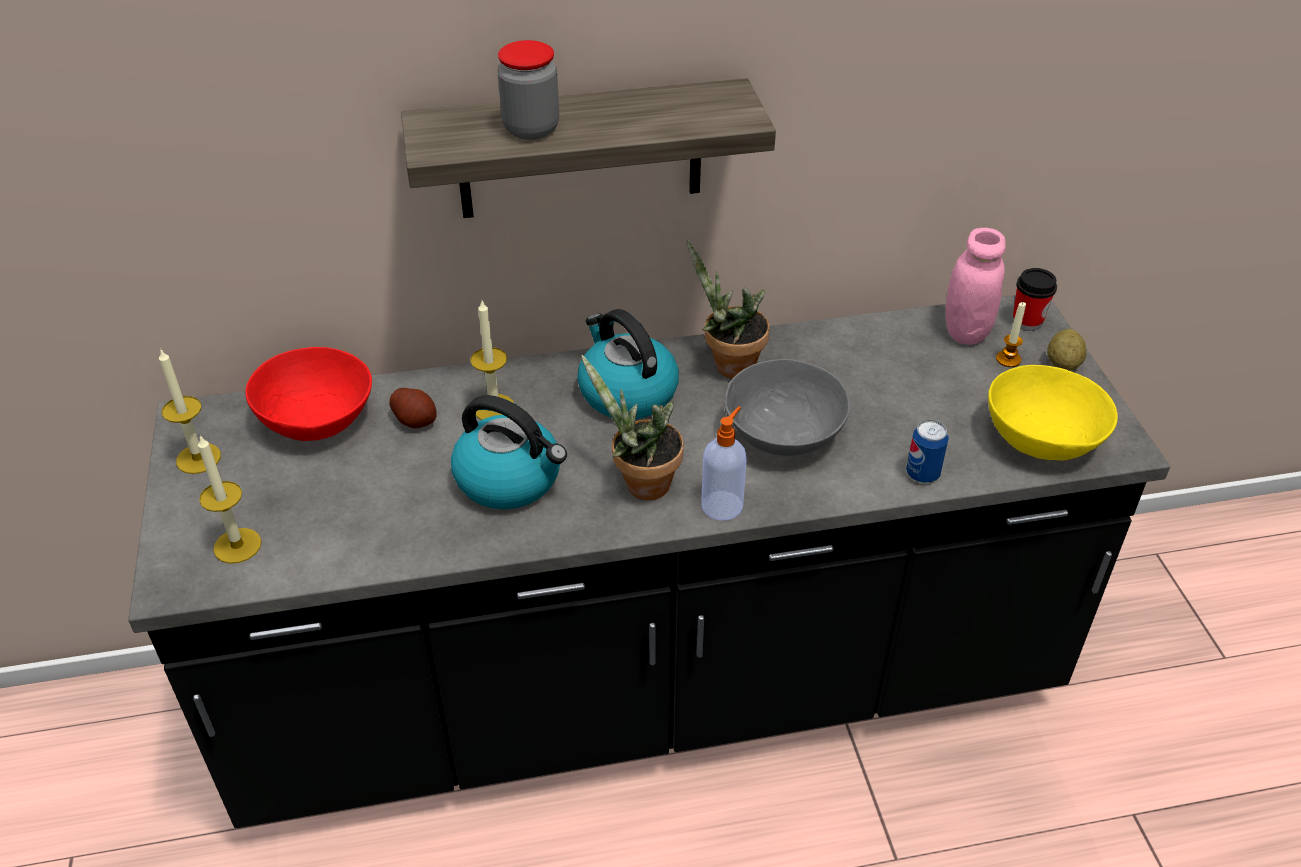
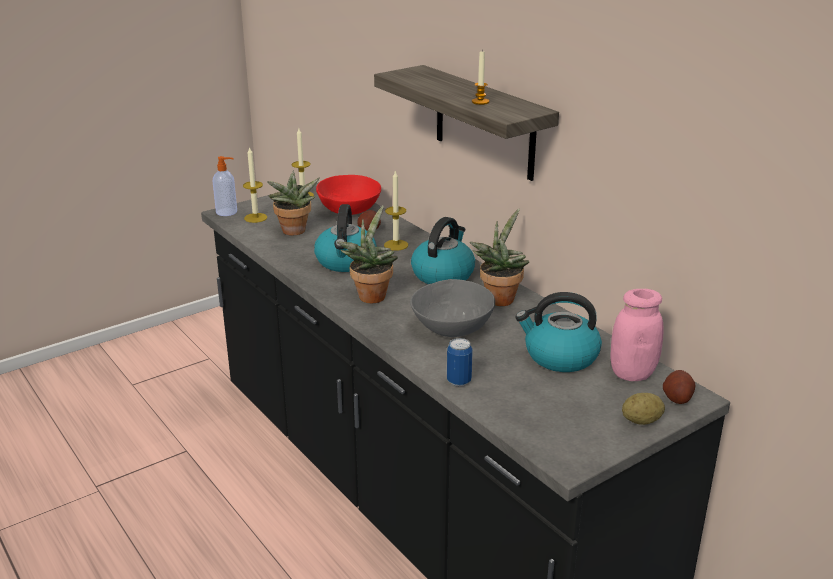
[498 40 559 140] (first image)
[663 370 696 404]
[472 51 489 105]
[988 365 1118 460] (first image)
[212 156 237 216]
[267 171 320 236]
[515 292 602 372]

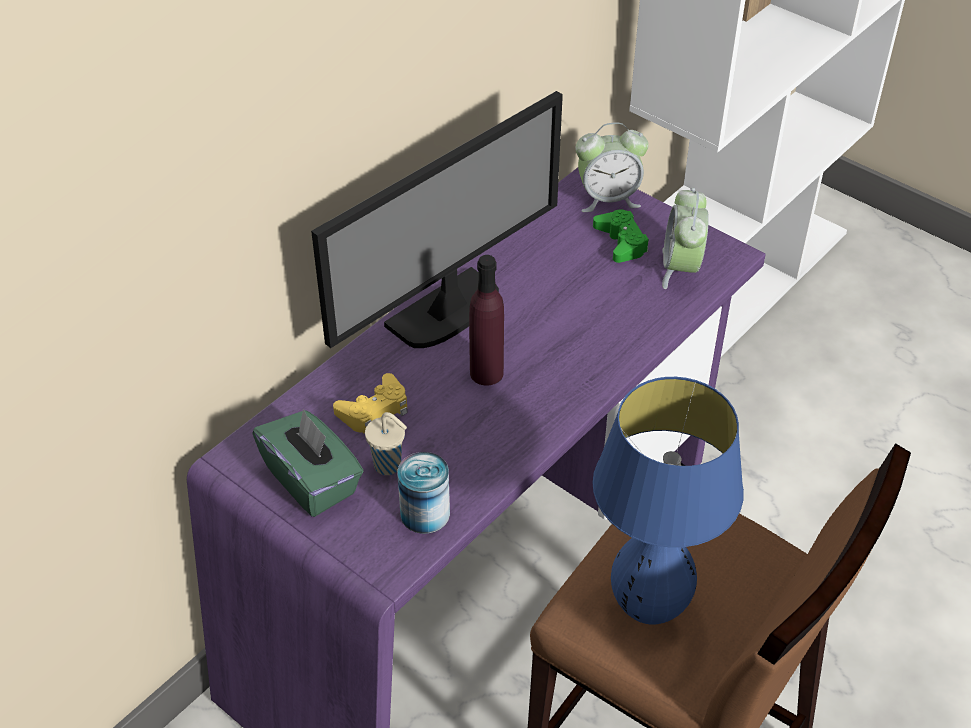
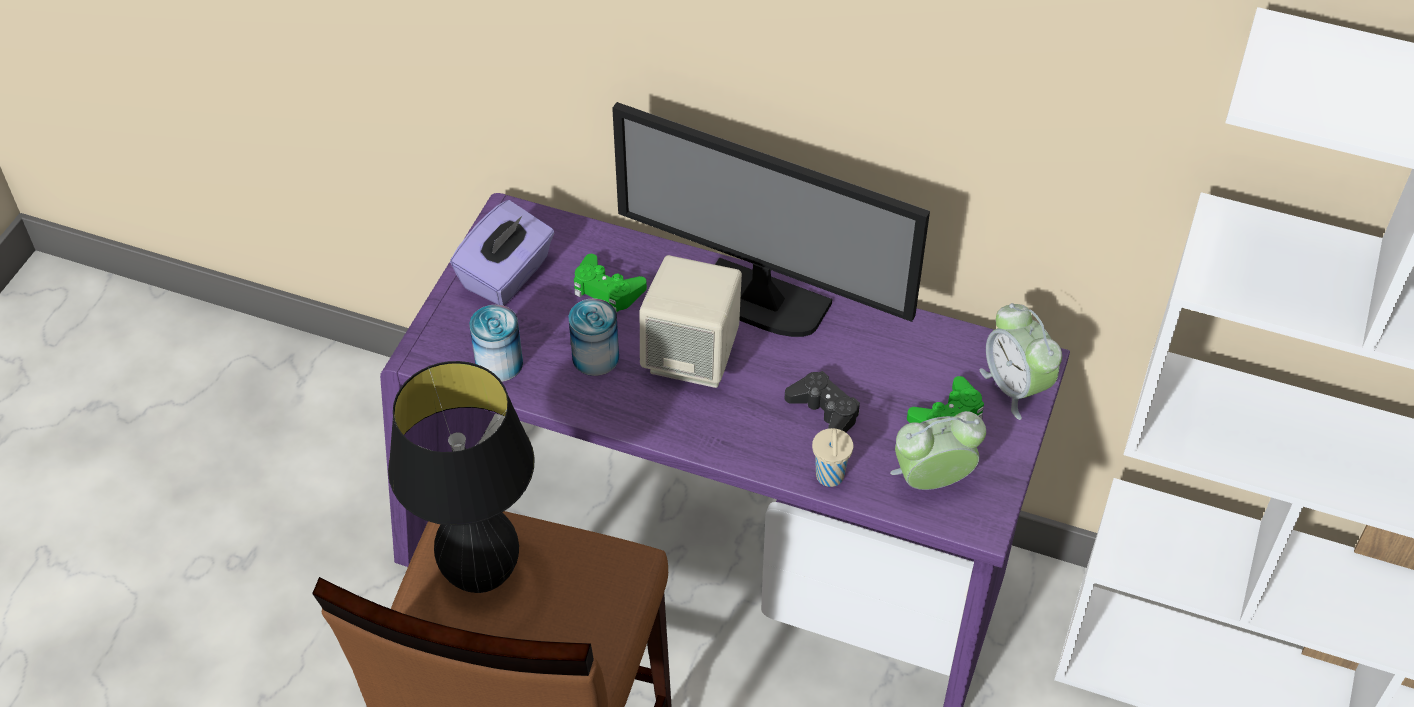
[639 255 742 388]
[574 254 647 313]
[388 361 535 593]
[450 200 554 306]
[812 428 853 487]
[569 298 619 376]
[785 371 860 432]

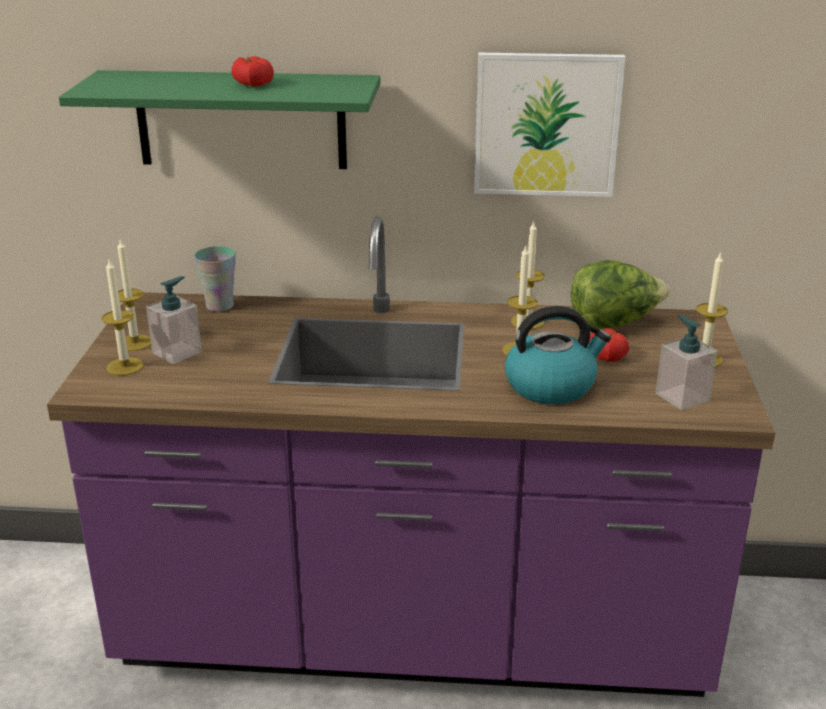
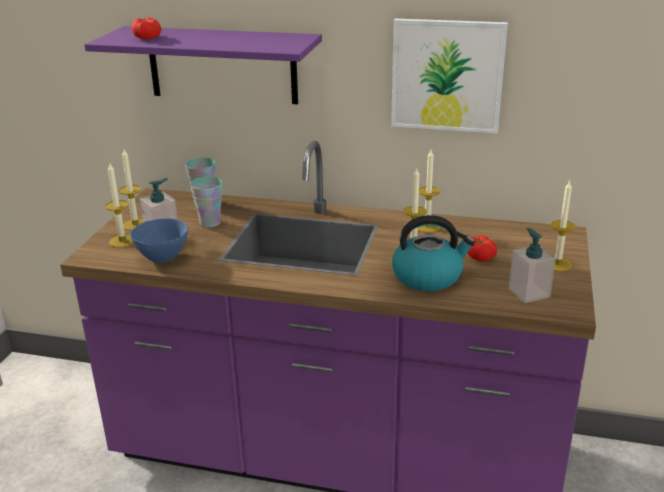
[132 17 161 39]
[84 26 322 104]
[571 260 670 329] (first image)
[190 177 222 228]
[130 218 188 263]

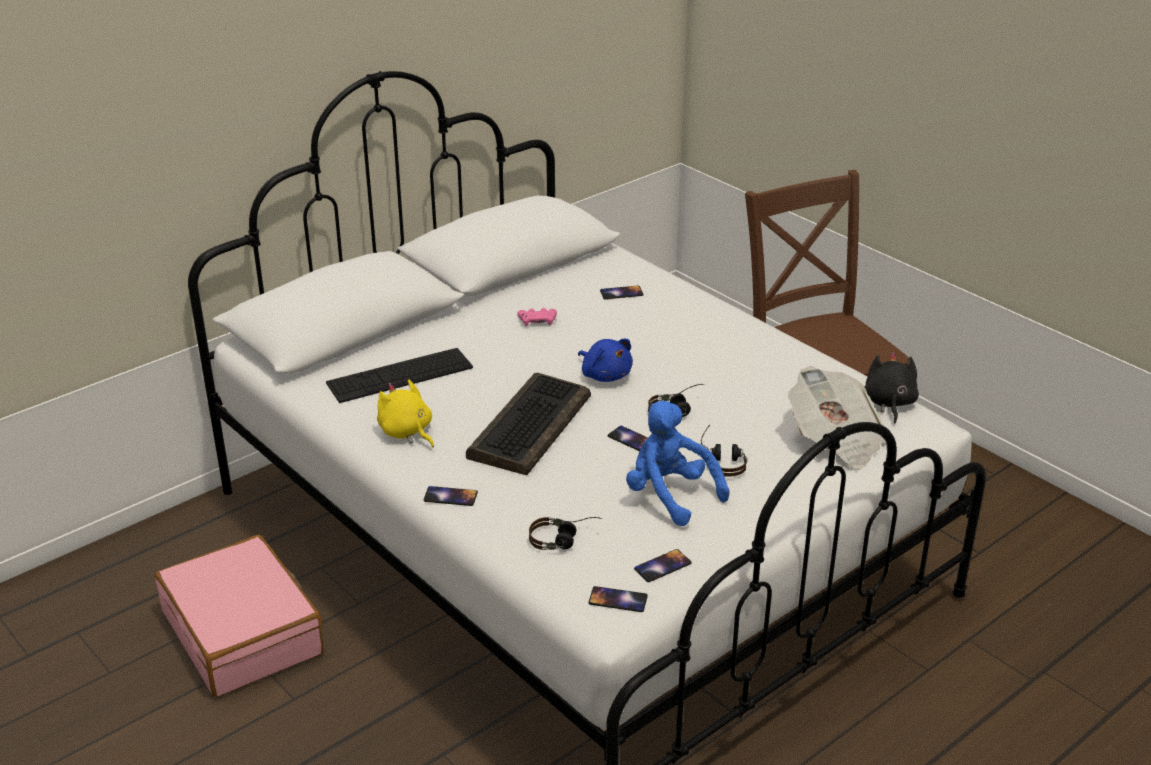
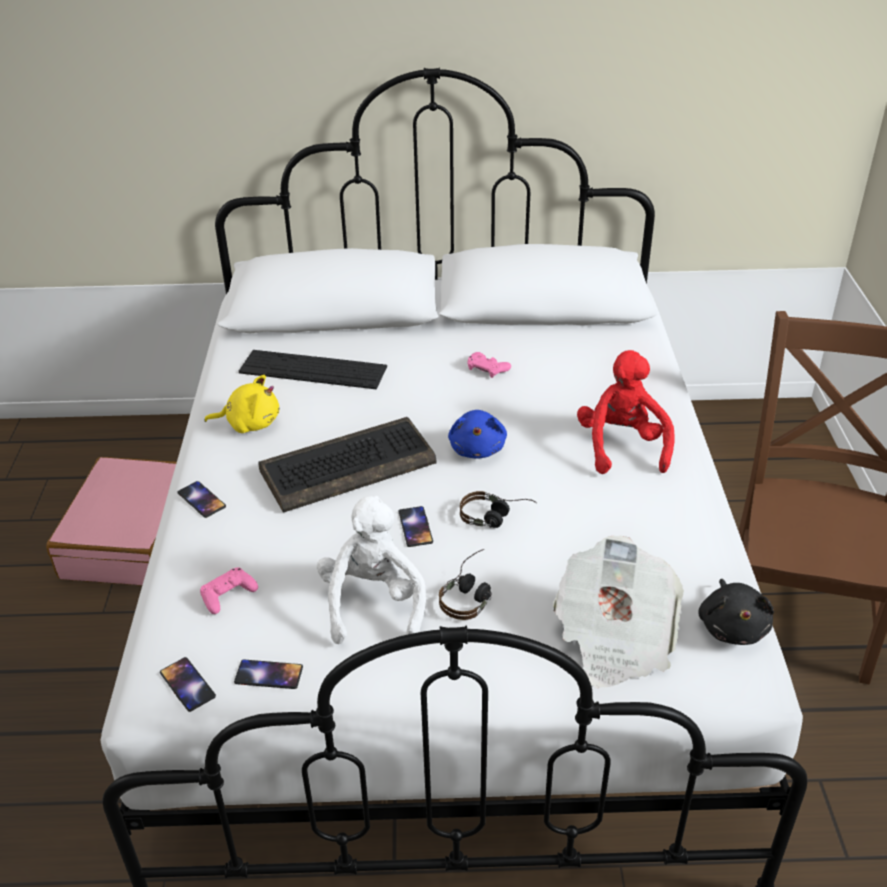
[600 285 644 299] (first image)
[698 579 774 645]
[204 375 279 433]
[317 496 426 644]
[200 567 258 614]
[577 350 675 474]

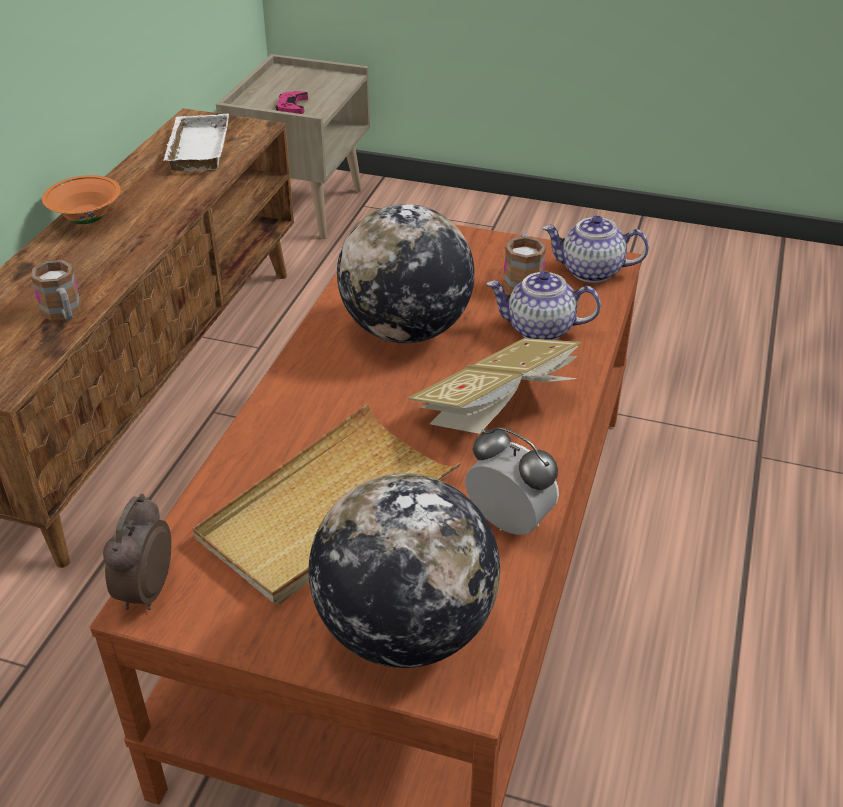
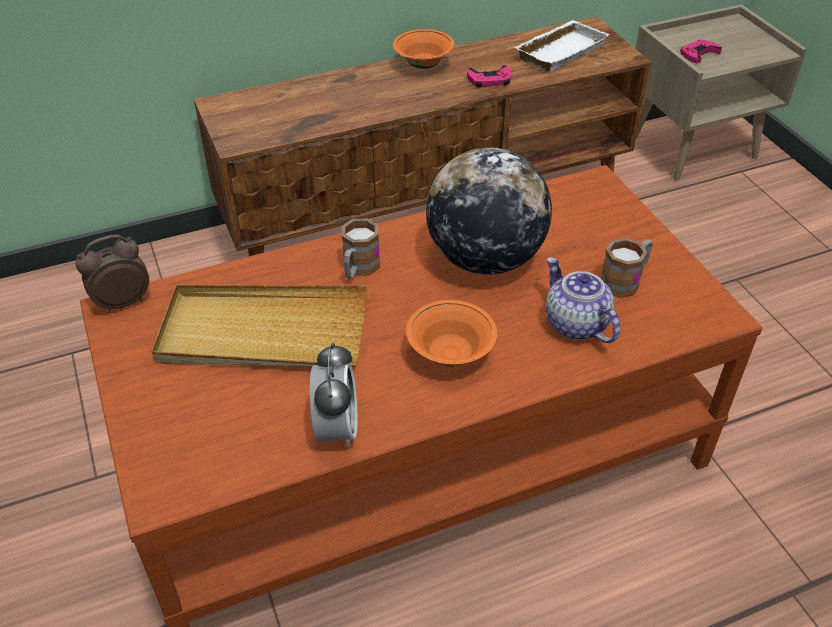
[543 215 649 283] (first image)
[341 218 380 279]
[406 300 497 367]
[309 473 500 668] (first image)
[467 65 511 88]

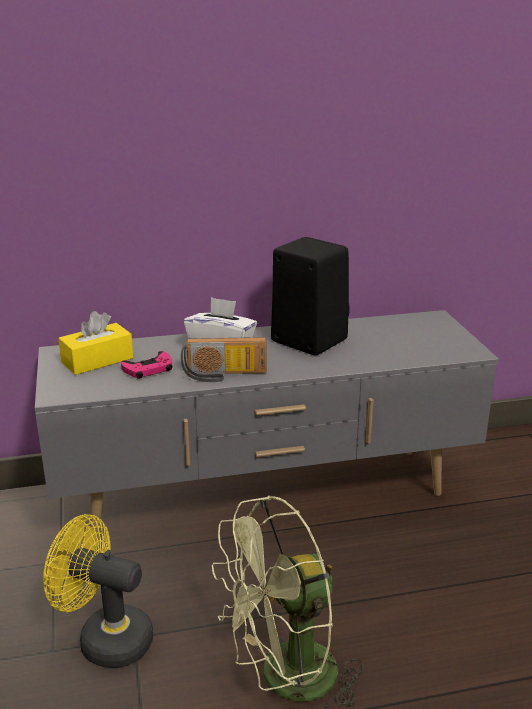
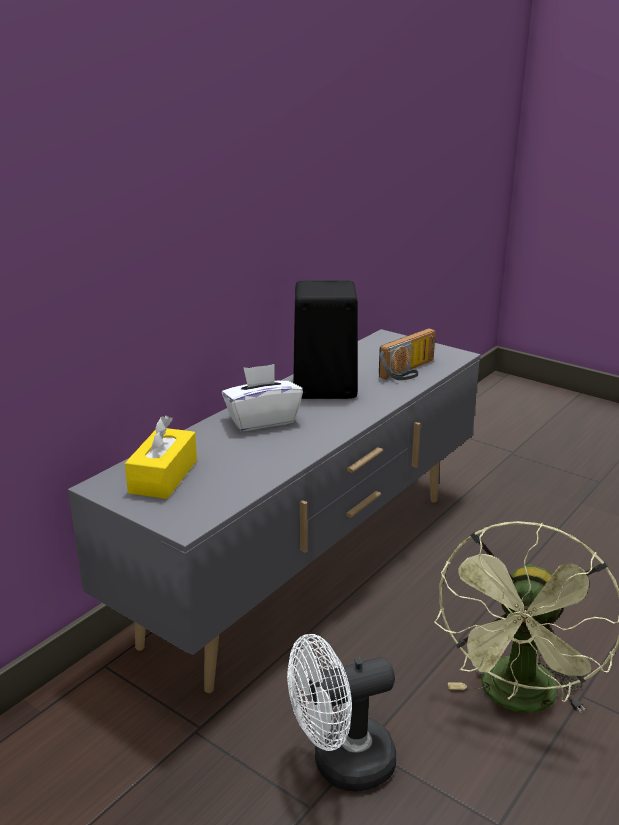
[379 328 436 380]
[121 351 172 379] (first image)
[287 634 396 792]

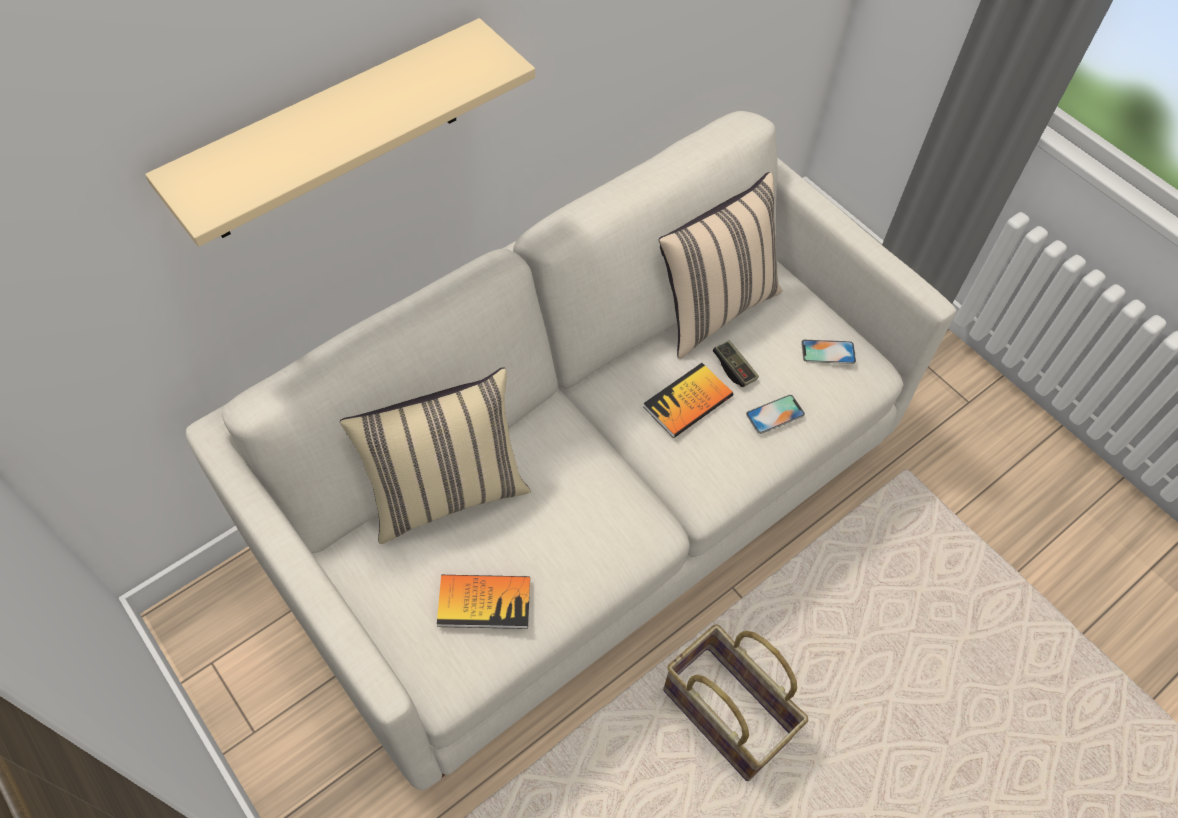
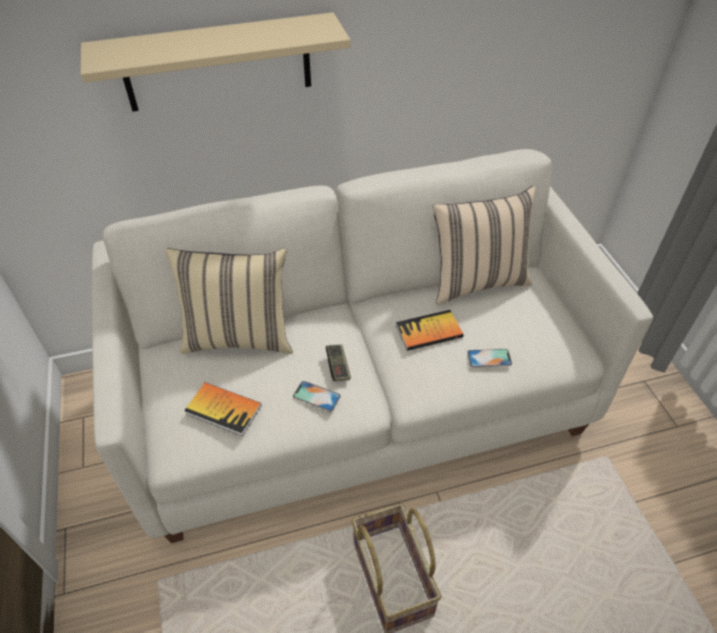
[326 344 351 381]
[293 381 341 412]

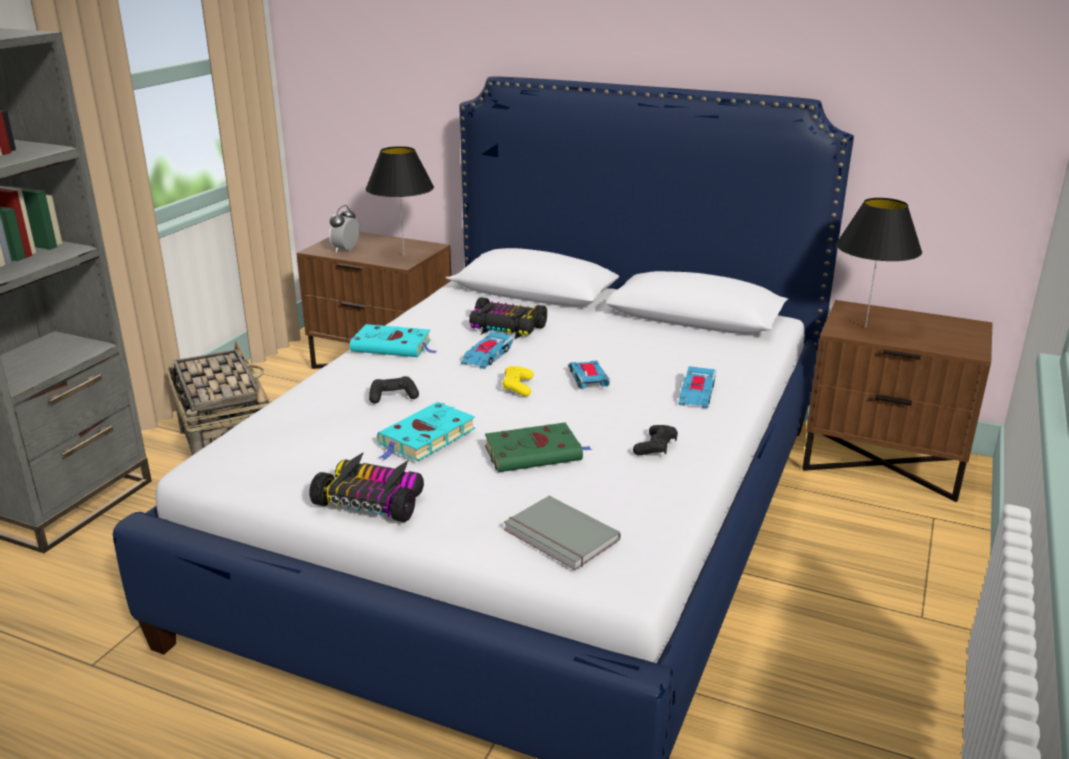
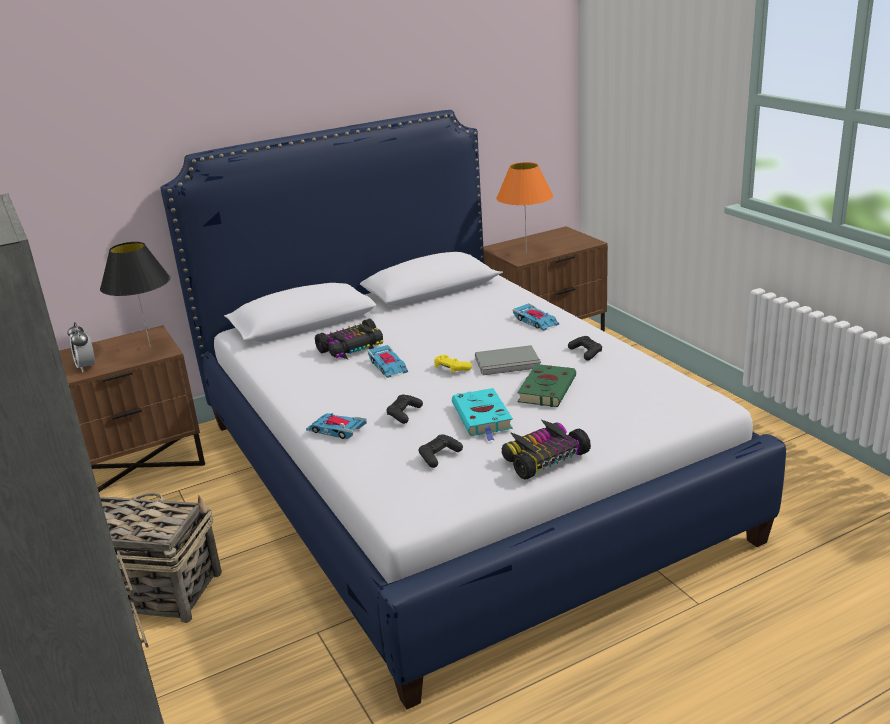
[496 162 553 254]
[350 324 437 357] (first image)
[306 413 367 439]
[475 345 541 375]
[419 434 463 468]

